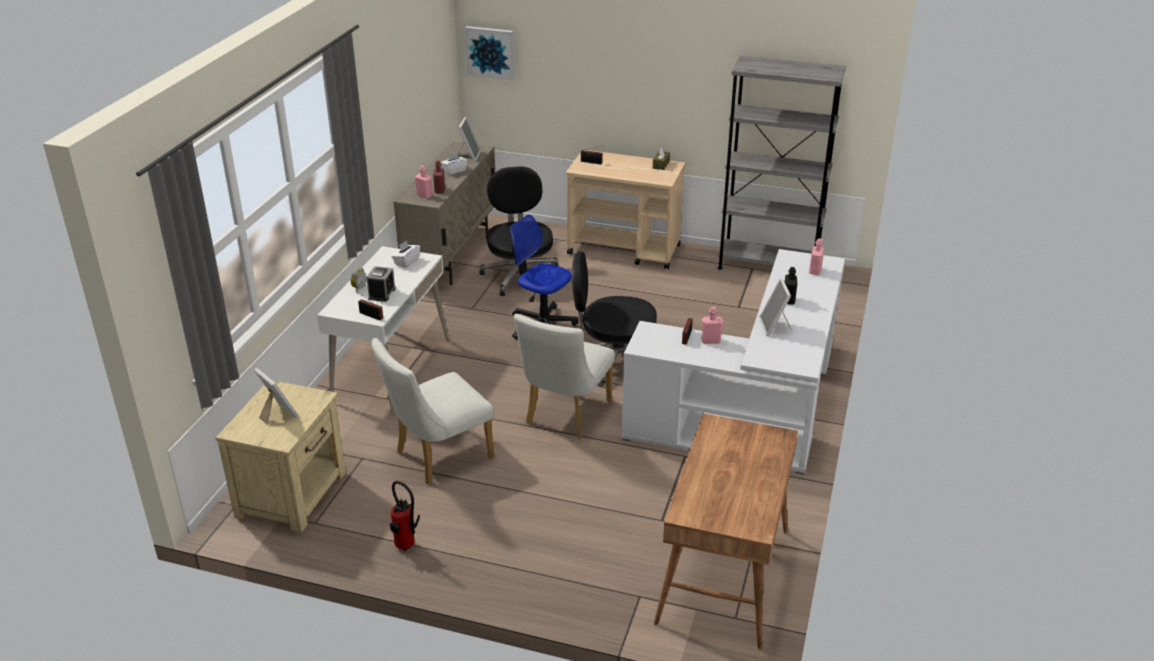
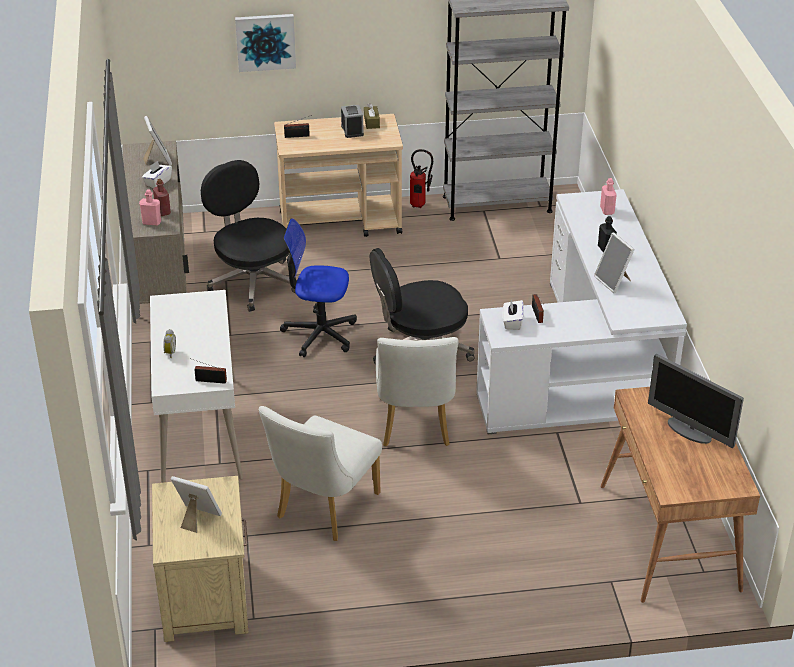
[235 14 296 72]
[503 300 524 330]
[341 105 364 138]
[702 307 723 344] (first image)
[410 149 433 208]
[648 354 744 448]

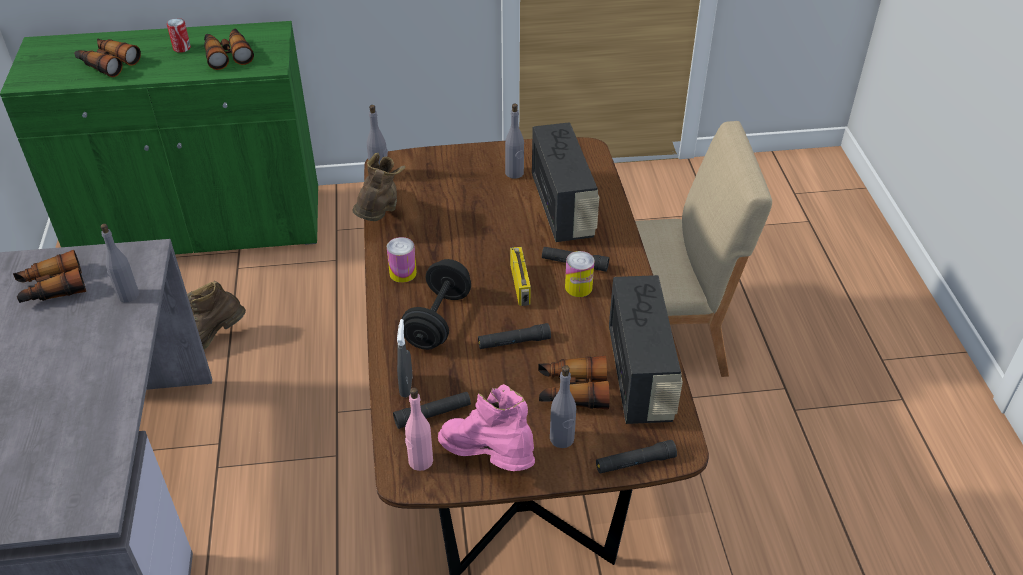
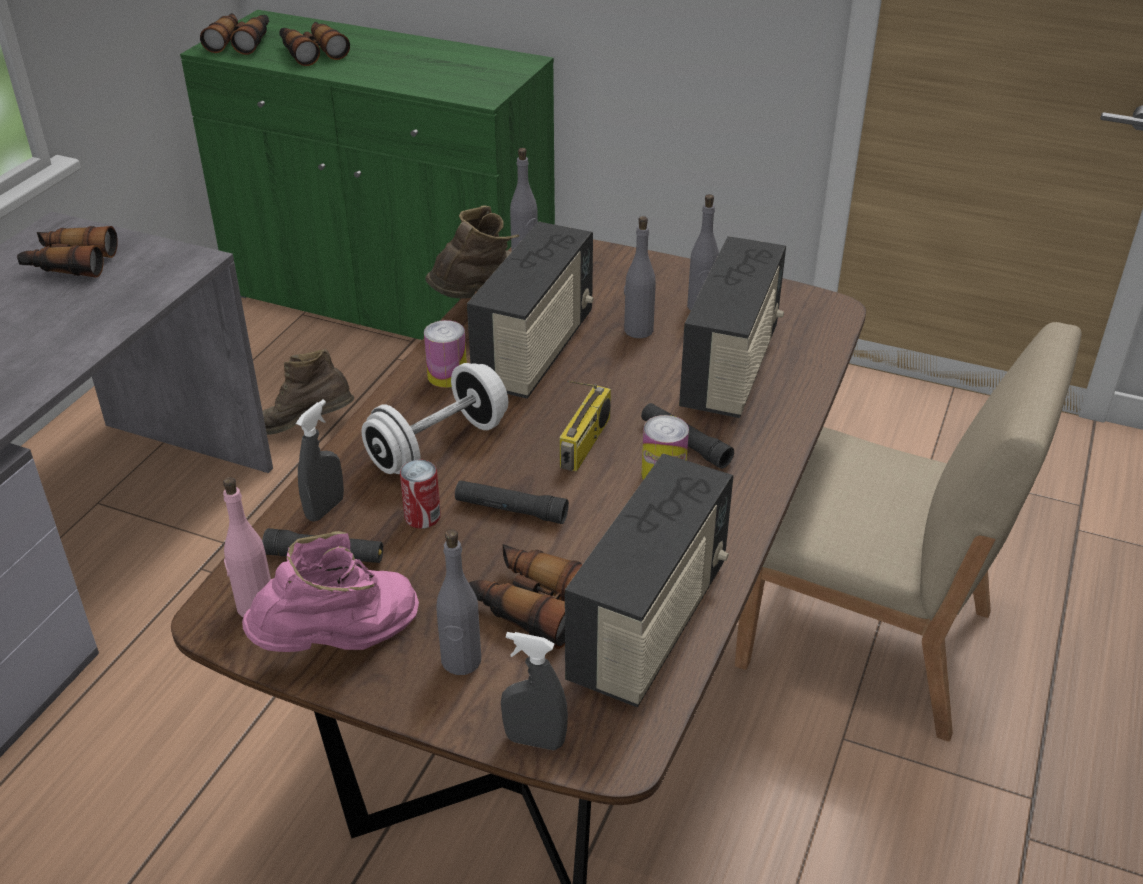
[400 460 441 529]
[200 13 269 55]
[624 216 656 338]
[361 363 508 474]
[242 531 419 652]
[501 632 568 750]
[467 222 594 399]

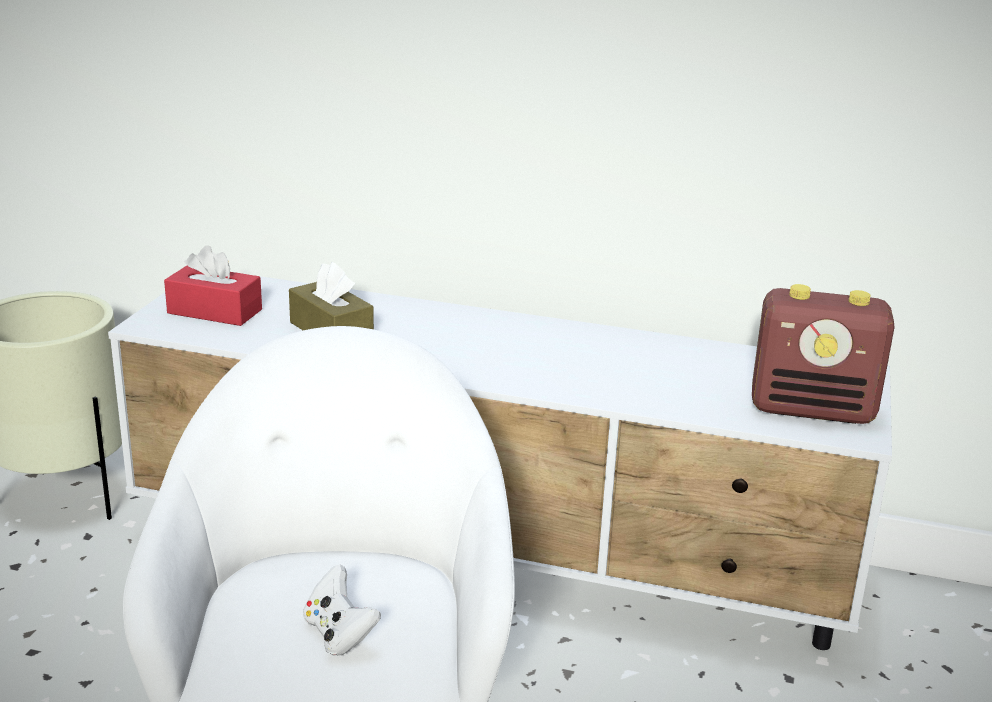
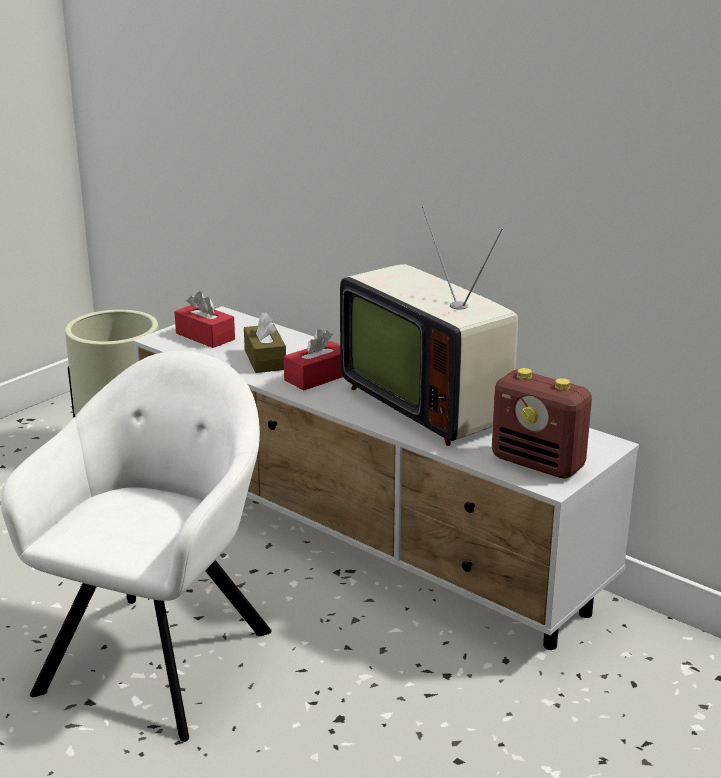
[303 564 381 656] (first image)
[340 206 518 446]
[284 329 343 390]

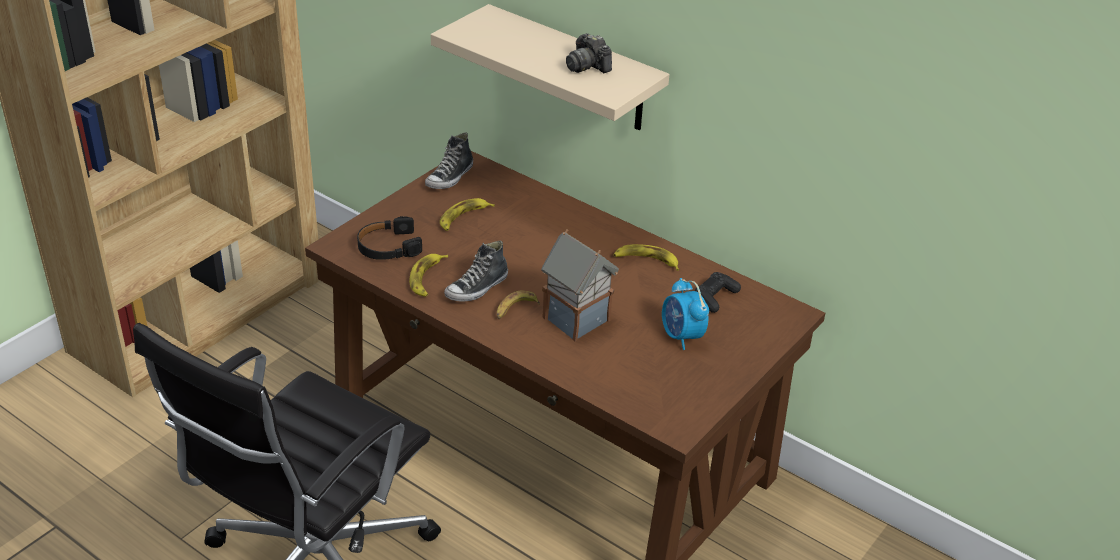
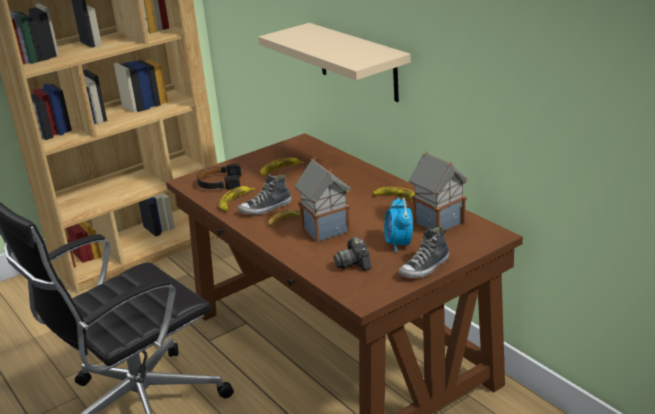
[334 237 371 271]
[399 226 449 278]
[409 152 468 231]

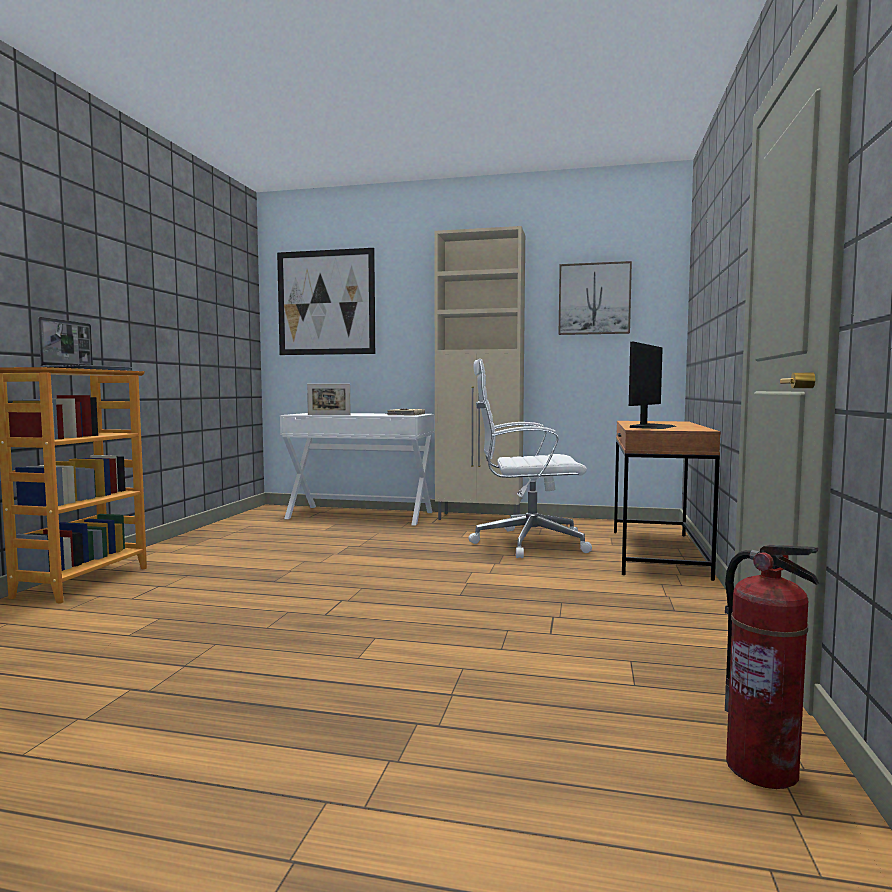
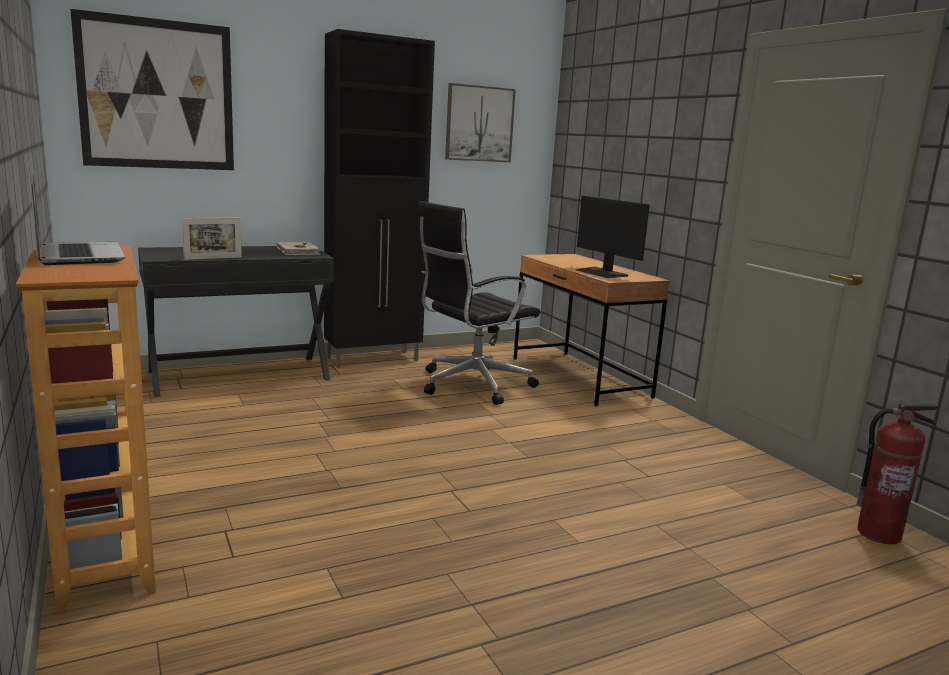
[324 29 435 368]
[576 196 650 278]
[417 201 540 405]
[138 246 334 397]

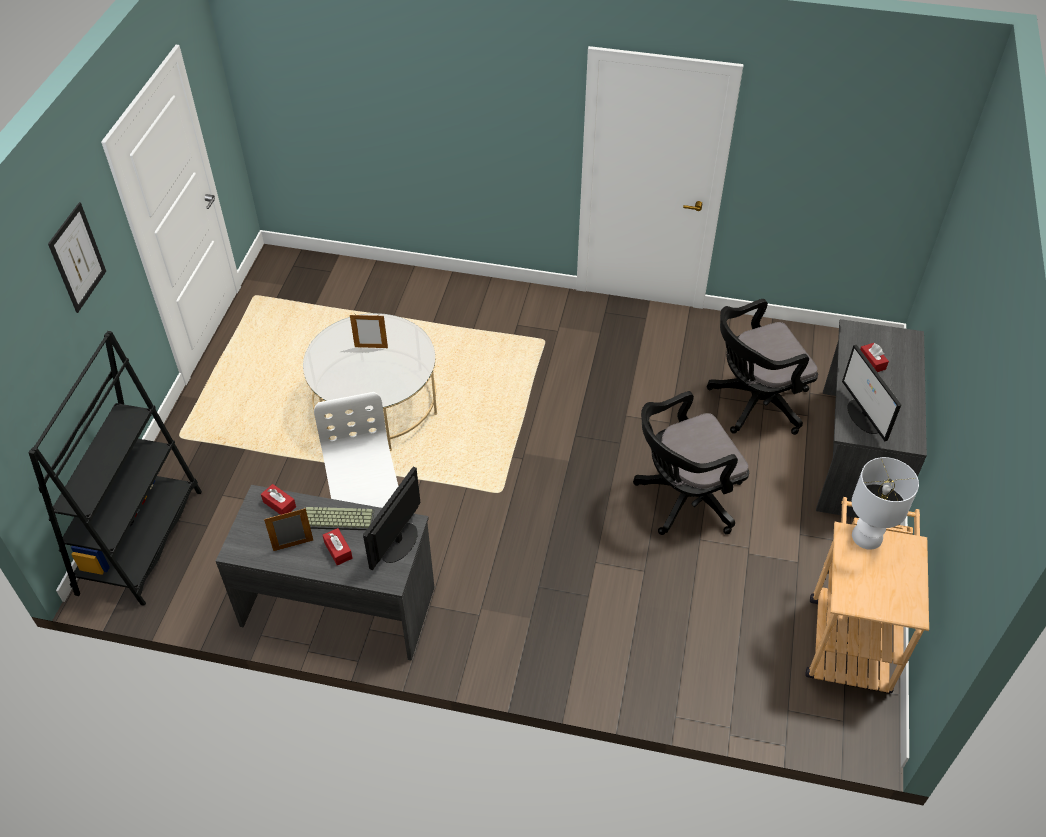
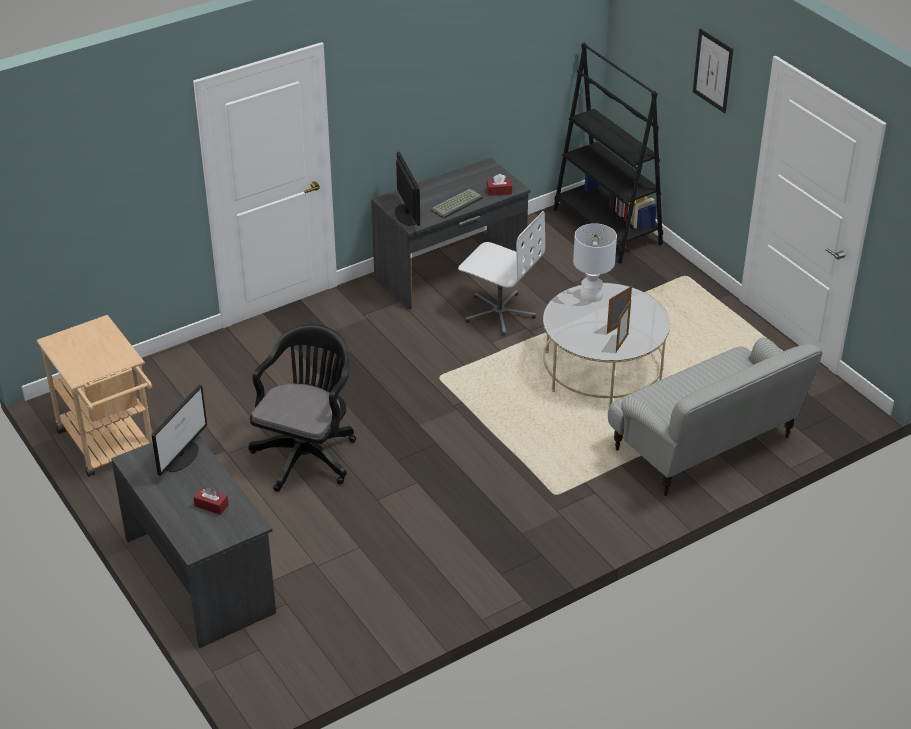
[707 299 818 435] (first image)
[151 385 207 476]
[573 223 617 302]
[616 300 631 352]
[323 528 353 565] (first image)
[608 338 823 496]

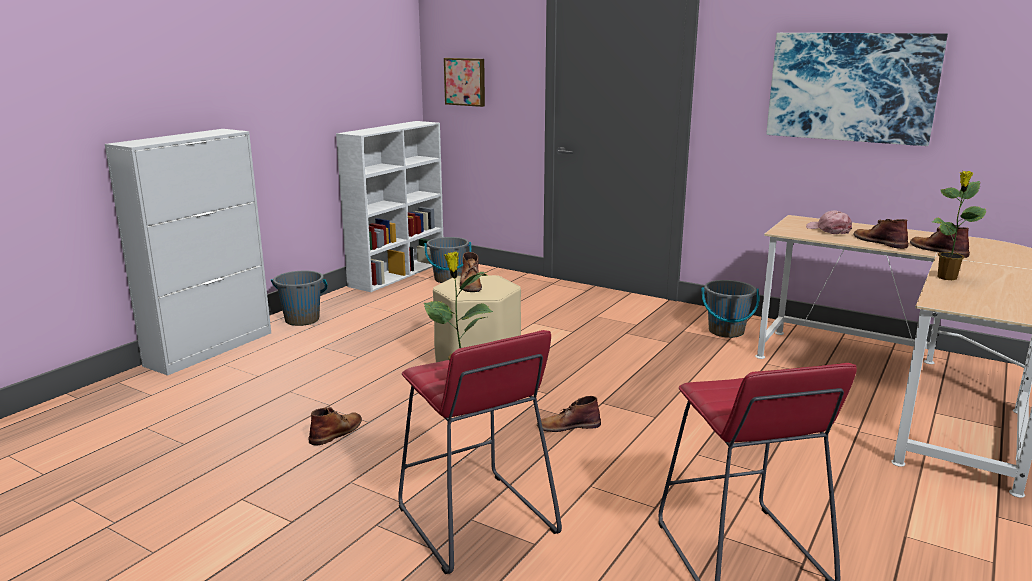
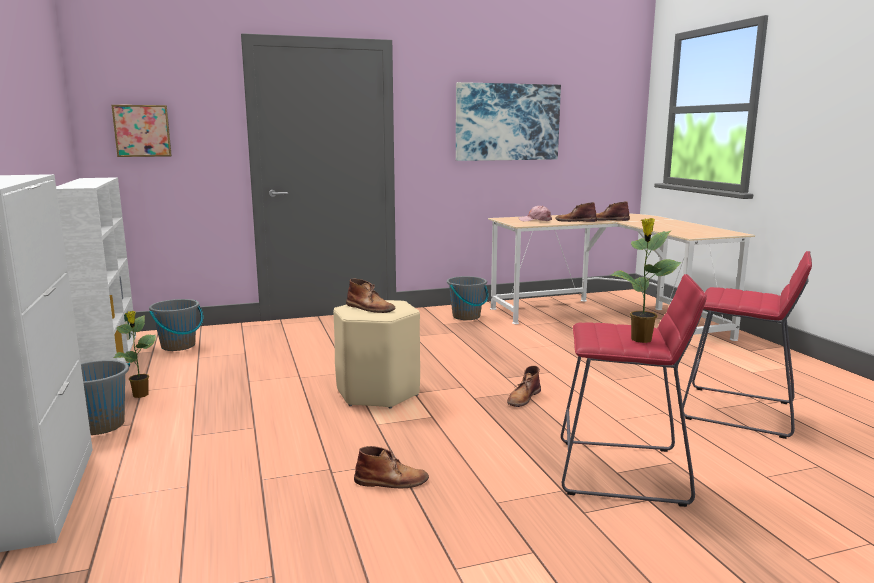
[113 311 156 398]
[354 446 429 488]

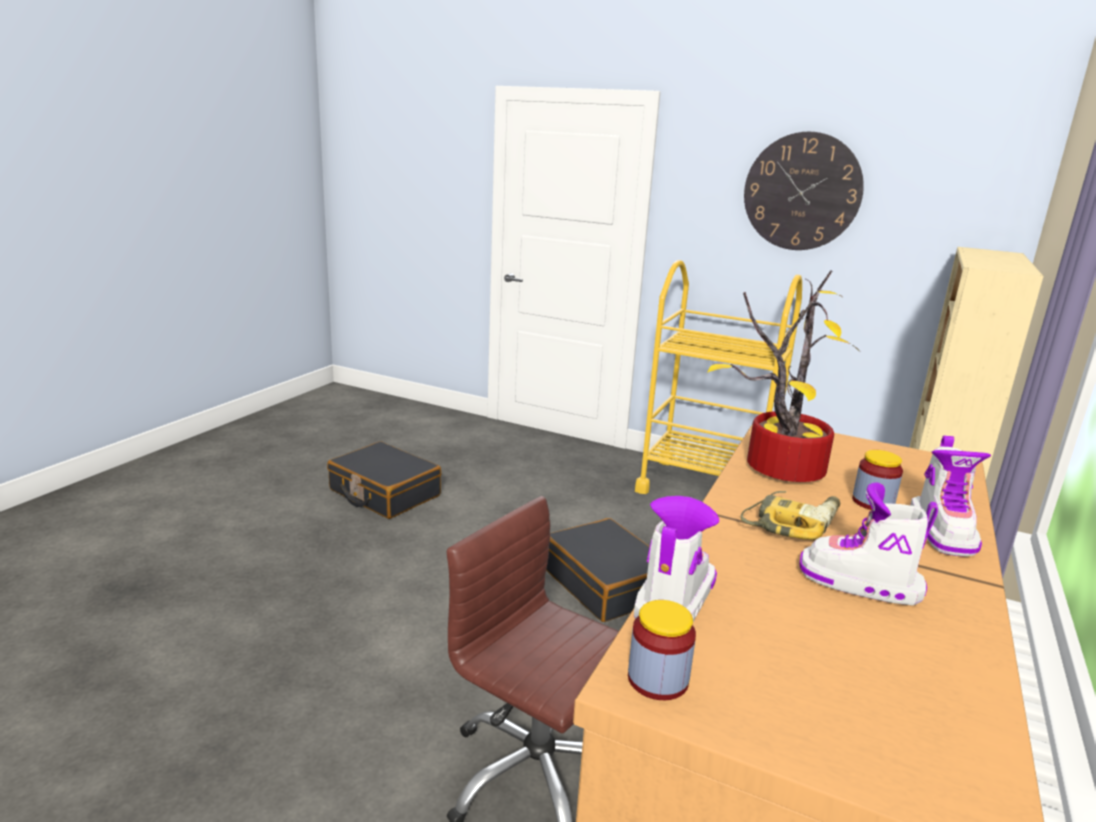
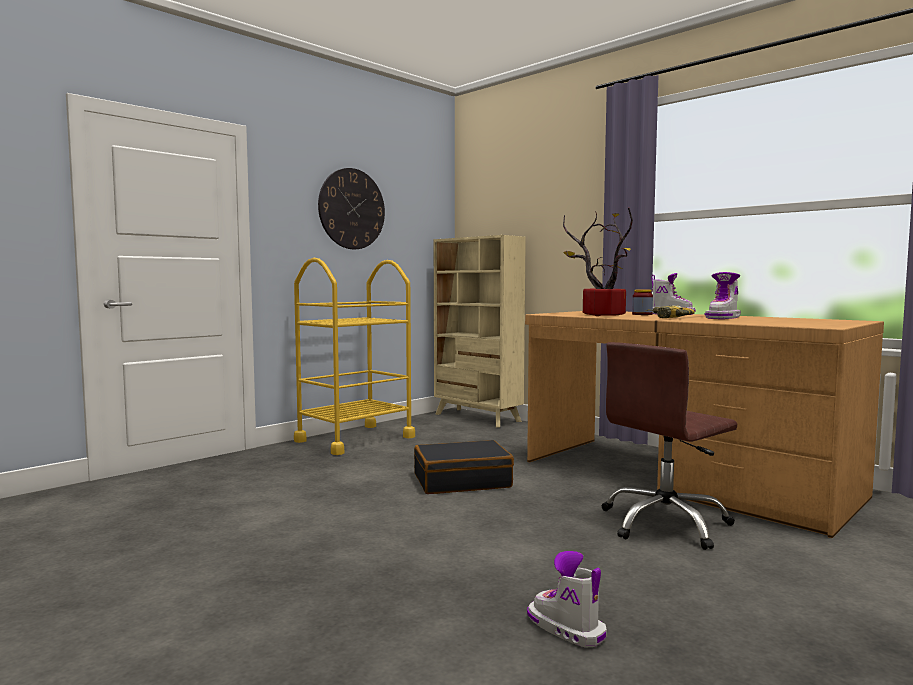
[327 441 441 519] (first image)
[527 551 607 648]
[628 600 696 700] (first image)

